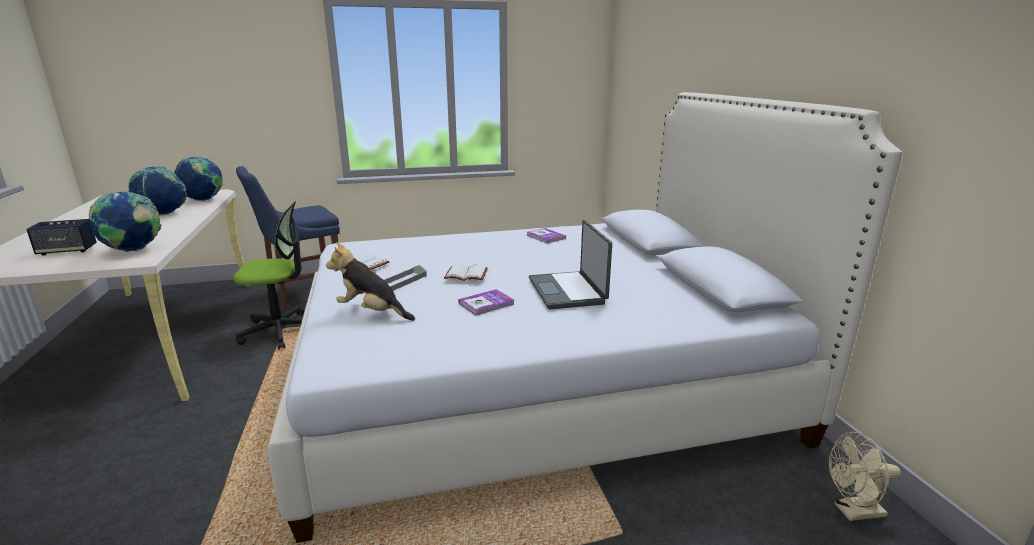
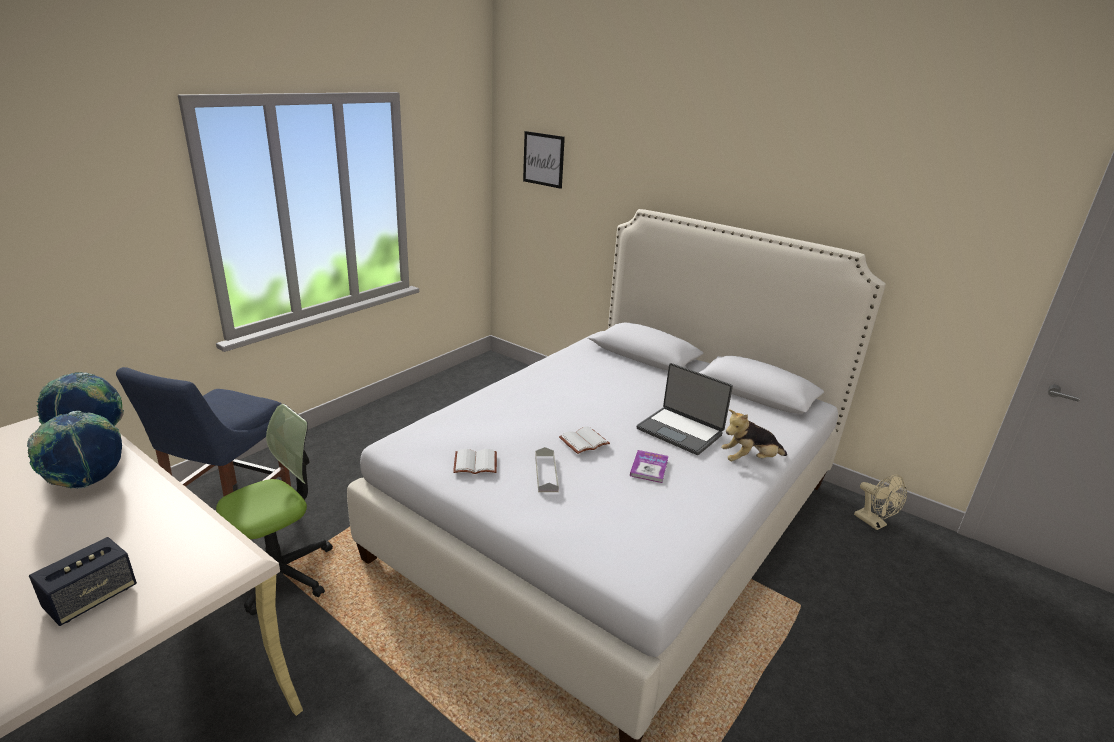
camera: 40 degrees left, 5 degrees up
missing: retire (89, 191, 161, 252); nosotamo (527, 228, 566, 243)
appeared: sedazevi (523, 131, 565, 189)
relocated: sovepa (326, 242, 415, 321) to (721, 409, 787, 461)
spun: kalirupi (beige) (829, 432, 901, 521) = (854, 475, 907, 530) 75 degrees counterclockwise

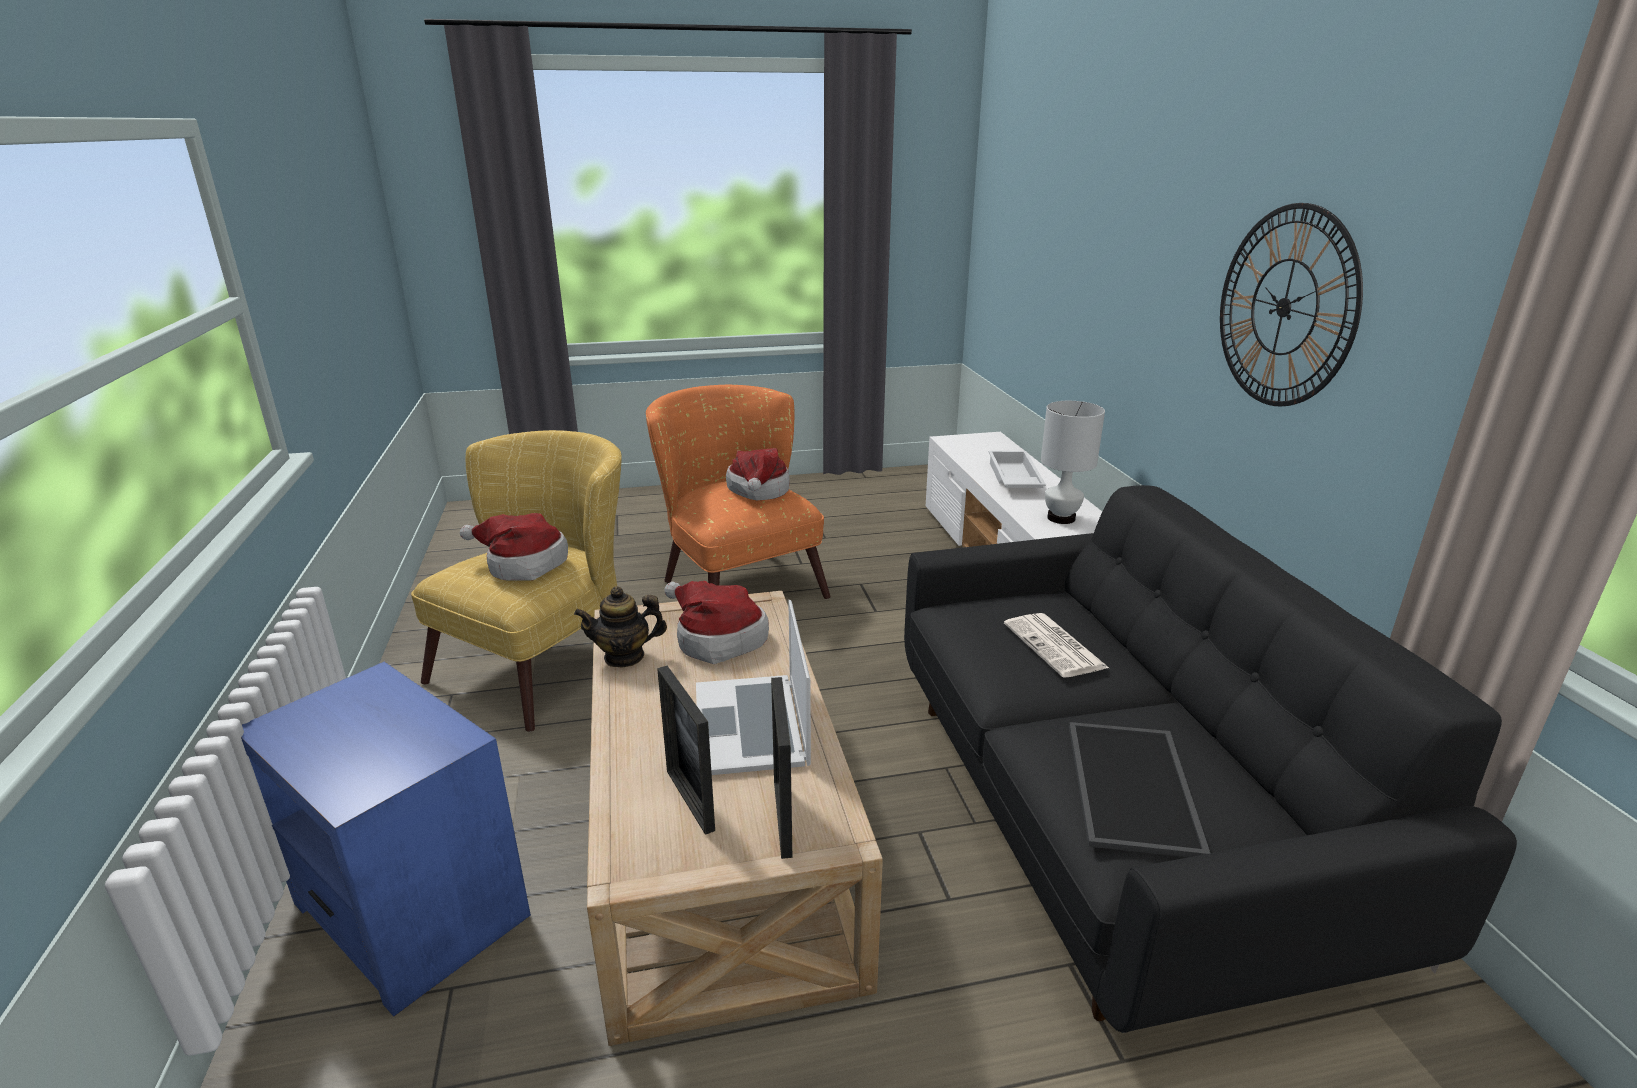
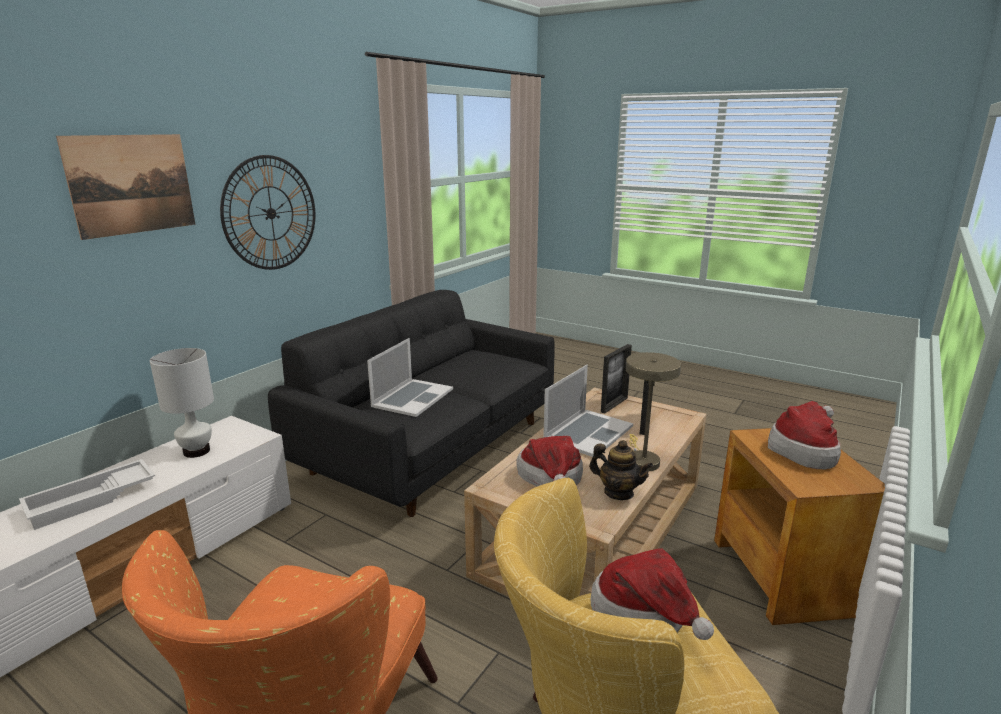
camera: 135 degrees left, 5 degrees down
missing: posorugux (1069, 722, 1210, 857)
appeared: sedazevi (56, 134, 195, 240); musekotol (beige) (626, 352, 681, 471)
relocated: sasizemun (726, 448, 790, 500) to (768, 401, 841, 470)
exchanged: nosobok (1004, 613, 1109, 678) to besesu (367, 338, 453, 417)
colour: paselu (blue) (241, 662, 531, 1017) to paselu (brown) (714, 428, 885, 625)

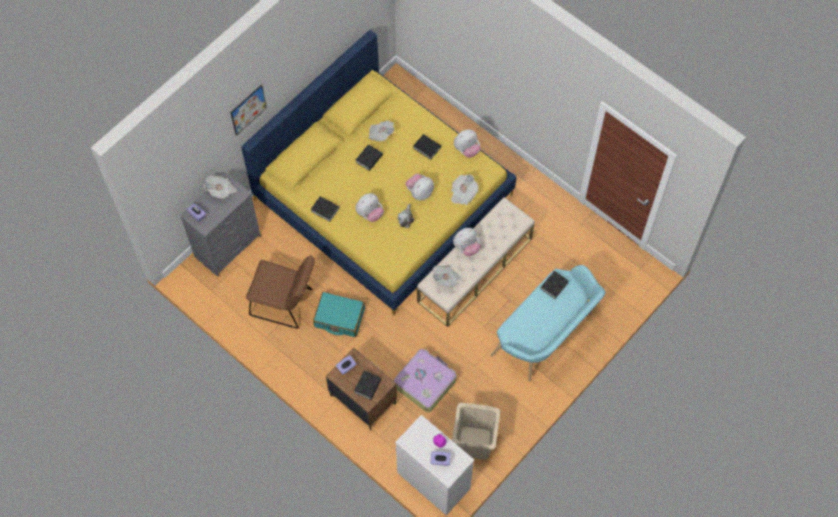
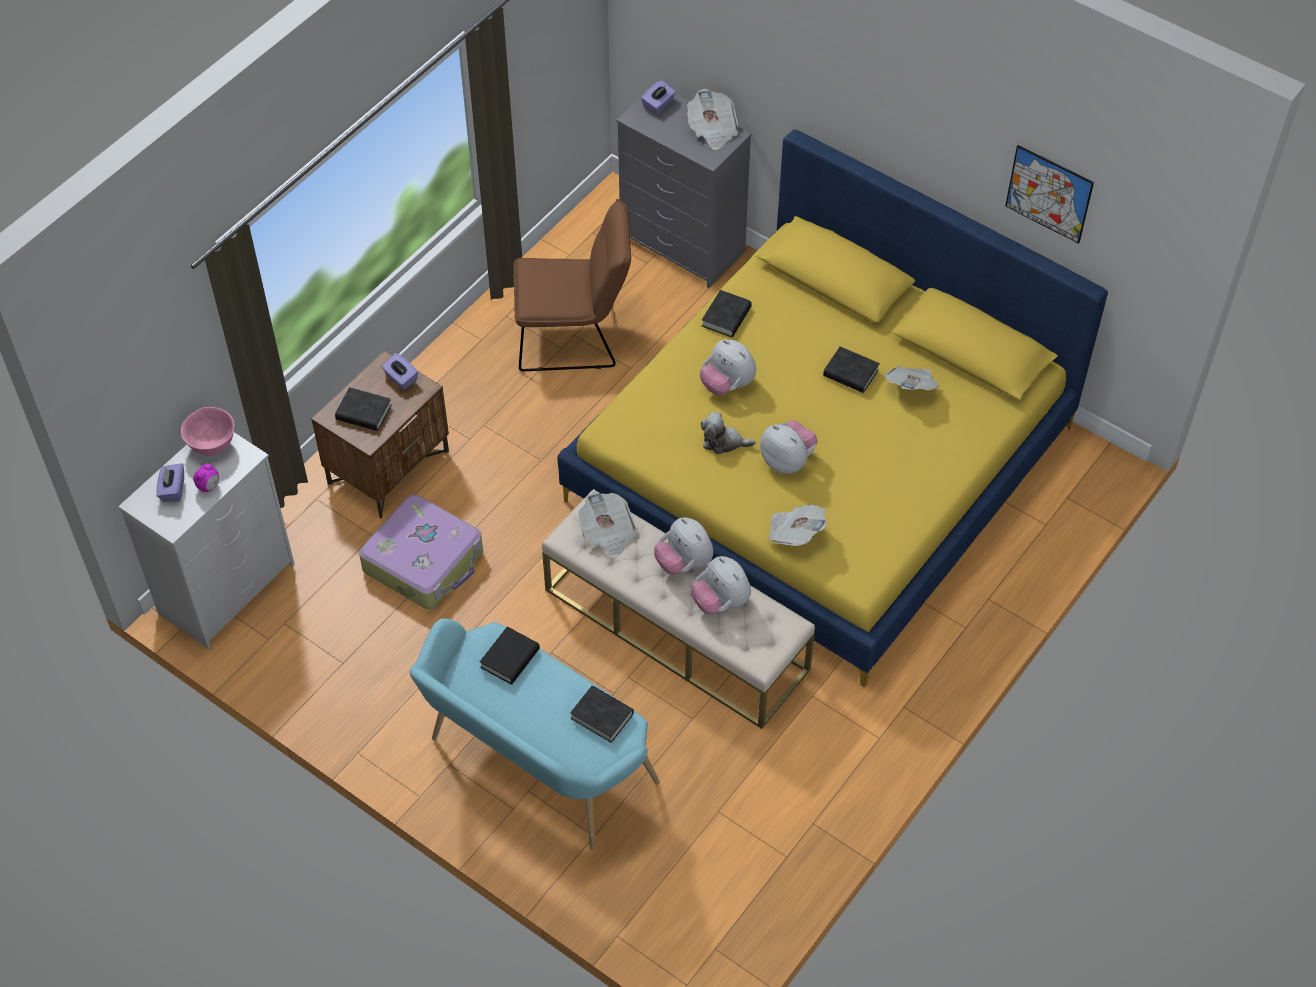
camera: 85 degrees right, 10 degrees down
missing: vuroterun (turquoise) (313, 292, 365, 337); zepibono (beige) (452, 403, 500, 460)
appeared: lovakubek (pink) (181, 407, 234, 456)
relocated: nosotamo (black) (413, 134, 441, 160) to (480, 626, 540, 685); sovepa (454, 130, 481, 158) to (691, 556, 751, 615); sedazevi (230, 85, 267, 136) to (1005, 145, 1094, 244)
spun: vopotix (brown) (246, 255, 315, 328) = (513, 199, 631, 371) 105 degrees counterclockwise

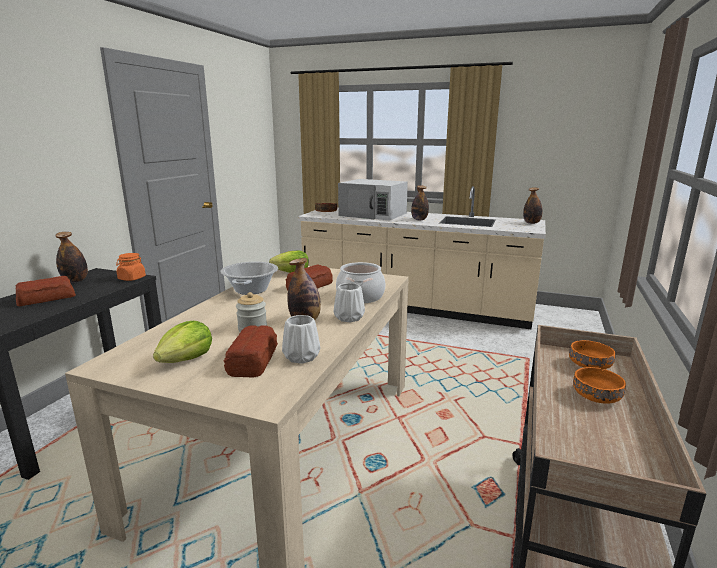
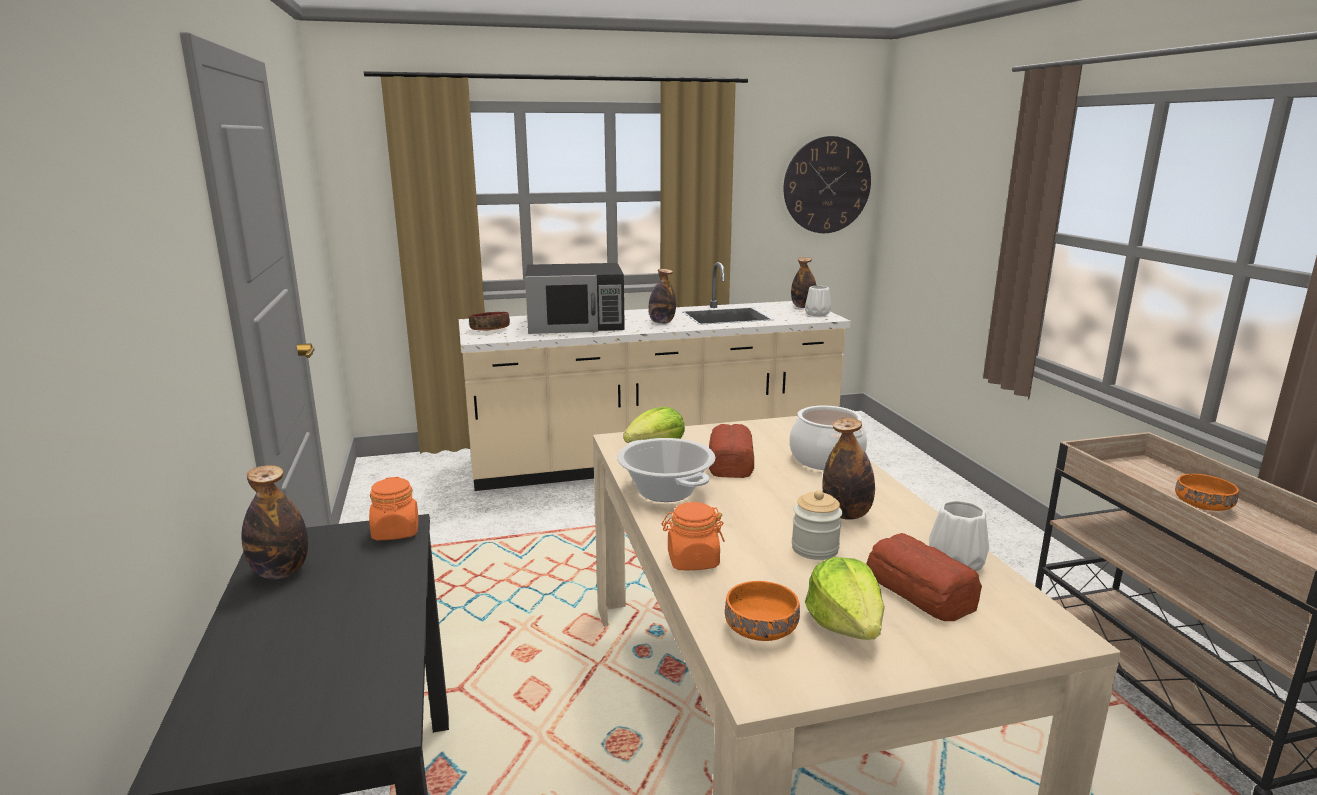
camera: 35 degrees left, 0 degrees up
missing: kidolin (16, 276, 76, 306)
appeared: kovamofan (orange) (662, 502, 725, 570); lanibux (783, 136, 871, 233)
relocated: lovakubek (orange) (569, 340, 615, 370) to (725, 581, 800, 641); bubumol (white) (334, 283, 365, 322) to (805, 286, 831, 316)
colour: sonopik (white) (338, 179, 408, 220) to sonopik (black) (525, 263, 625, 334)

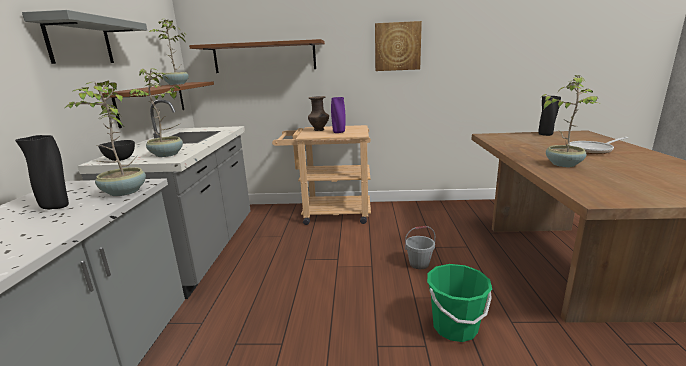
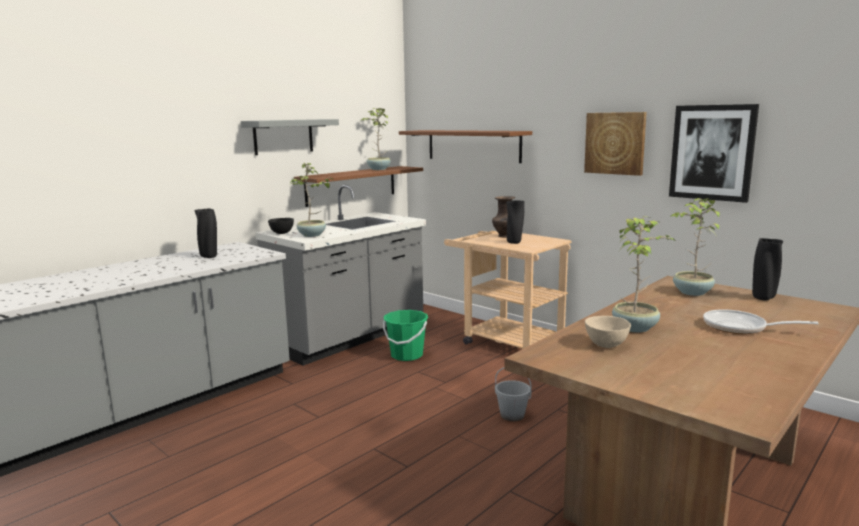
camera: 40 degrees right, 5 degrees down
appeared: lovakubek (beige) (585, 316, 631, 348); sedazevi (669, 104, 759, 203)
relocated: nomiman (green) (427, 264, 492, 342) to (383, 310, 428, 361); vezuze (65, 81, 146, 196) to (671, 198, 720, 296)
colour: bubumol (purple) (331, 97, 346, 133) to bubumol (black) (506, 200, 525, 244)

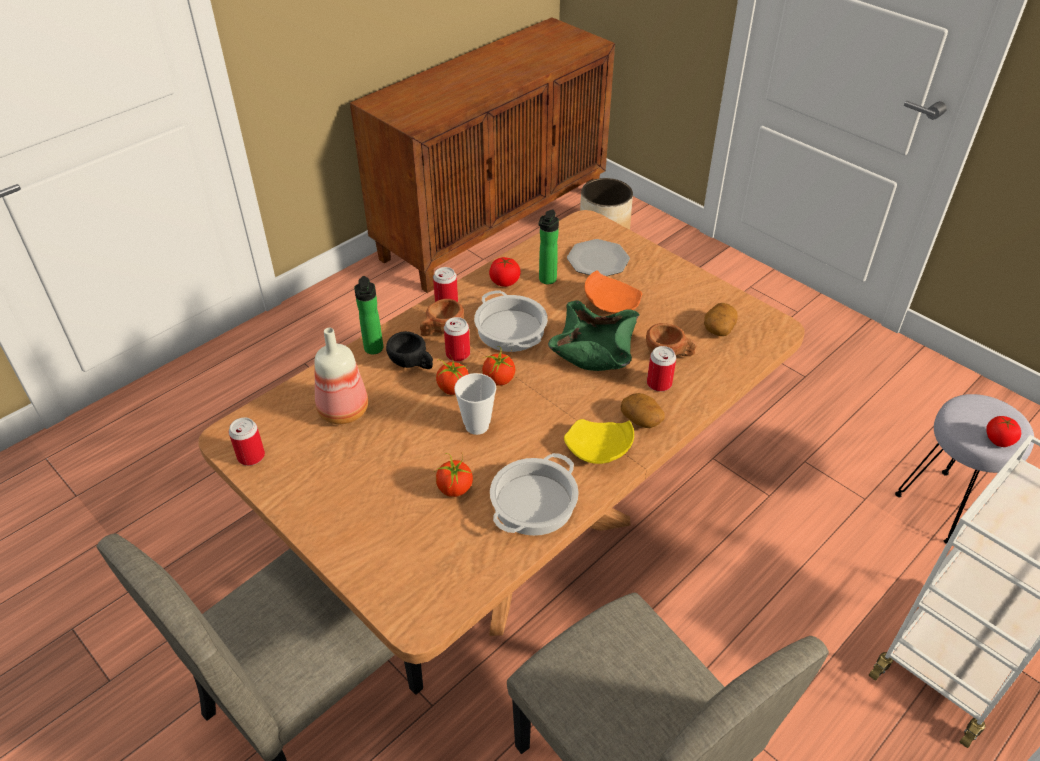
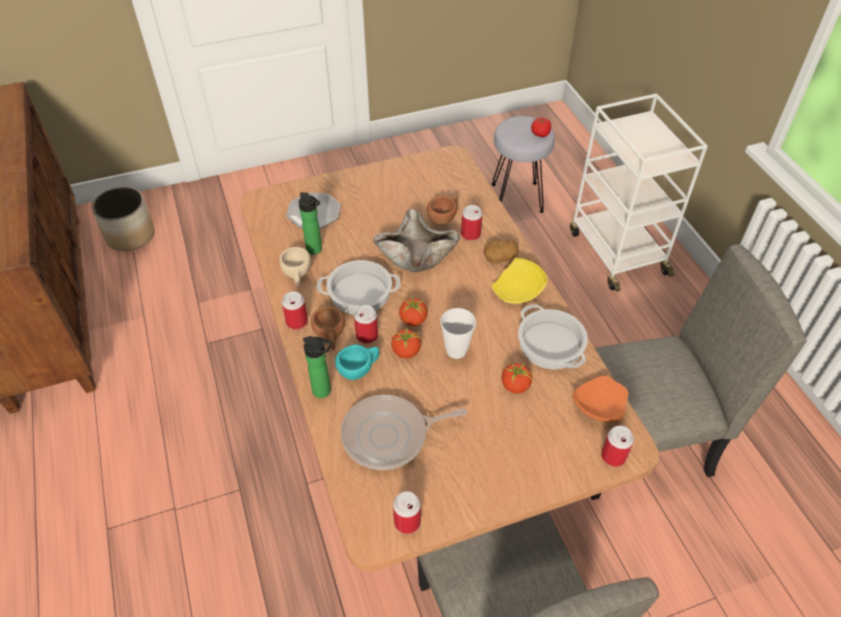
camera: 65 degrees left, 5 degrees up
missing: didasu (704, 303, 738, 336)
appeared: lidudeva (601, 426, 634, 467)
relocated: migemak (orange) (585, 270, 642, 314) to (572, 376, 629, 422)
exchanged: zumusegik (489, 257, 520, 287) to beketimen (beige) (279, 247, 311, 287); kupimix (314, 328, 368, 424) to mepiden (341, 395, 467, 470)
colour: beketimen (black) (386, 331, 433, 369) to beketimen (turquoise) (335, 344, 379, 380); lovakubek (green) (548, 300, 639, 371) to lovakubek (beige) (373, 209, 460, 272)

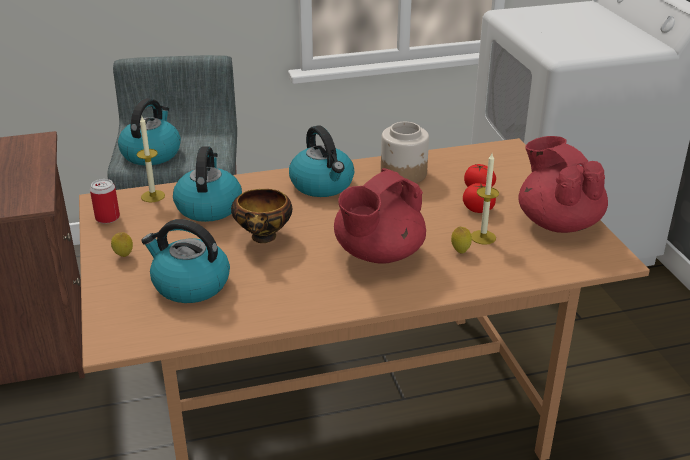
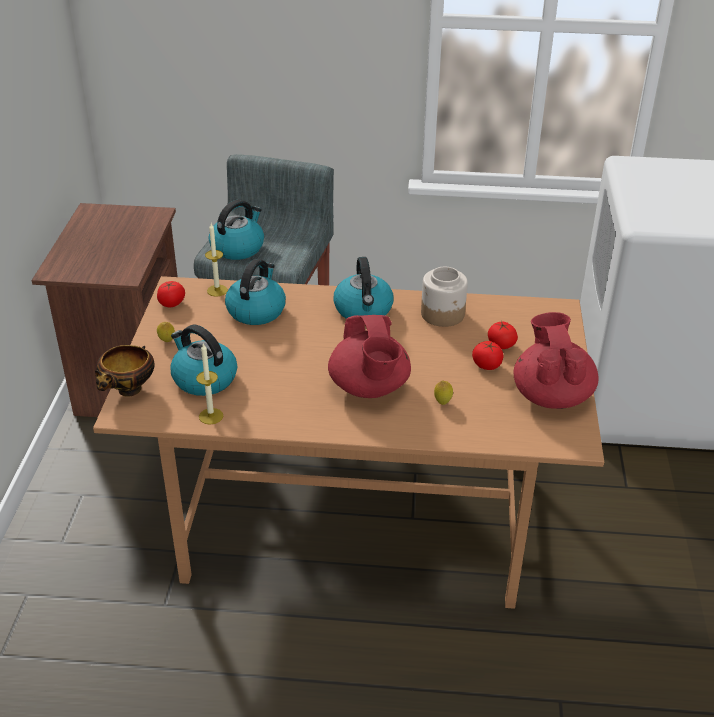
camera: 20 degrees right, 5 degrees up
relocated: lovakubek (231, 189, 292, 243) to (95, 345, 155, 397); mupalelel (471, 153, 499, 245) to (196, 343, 223, 425)
exchanged: lidudeva (90, 179, 120, 224) to zumusegik (157, 281, 185, 307)
spun: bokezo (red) (334, 168, 426, 264) = (328, 315, 411, 398) 75 degrees counterclockwise

